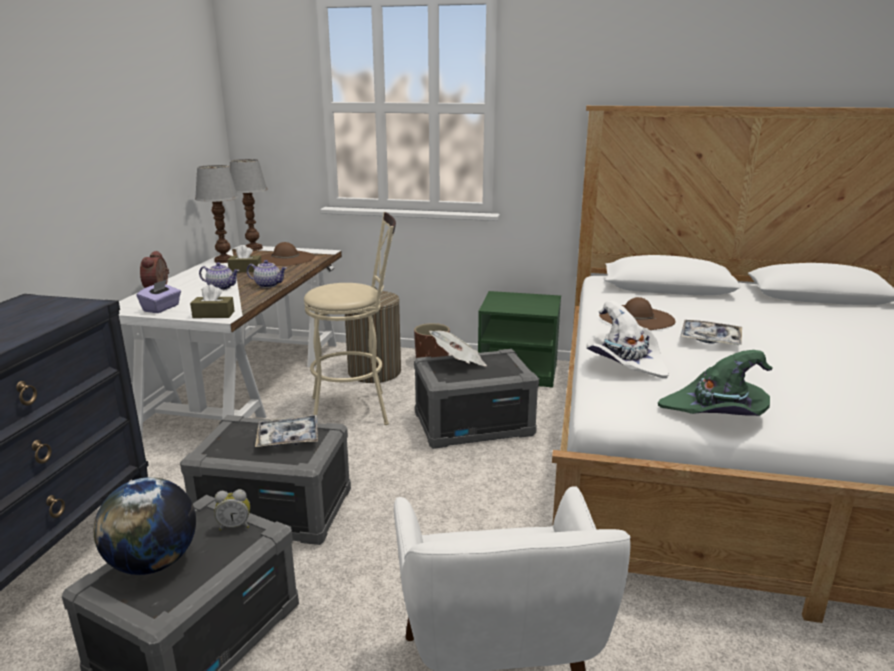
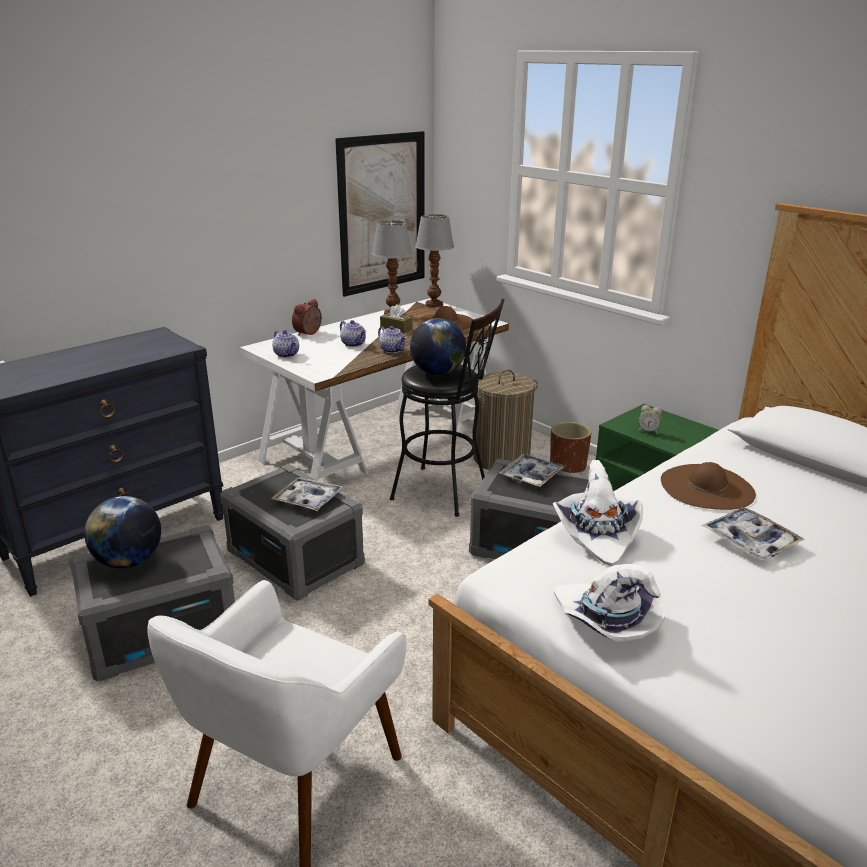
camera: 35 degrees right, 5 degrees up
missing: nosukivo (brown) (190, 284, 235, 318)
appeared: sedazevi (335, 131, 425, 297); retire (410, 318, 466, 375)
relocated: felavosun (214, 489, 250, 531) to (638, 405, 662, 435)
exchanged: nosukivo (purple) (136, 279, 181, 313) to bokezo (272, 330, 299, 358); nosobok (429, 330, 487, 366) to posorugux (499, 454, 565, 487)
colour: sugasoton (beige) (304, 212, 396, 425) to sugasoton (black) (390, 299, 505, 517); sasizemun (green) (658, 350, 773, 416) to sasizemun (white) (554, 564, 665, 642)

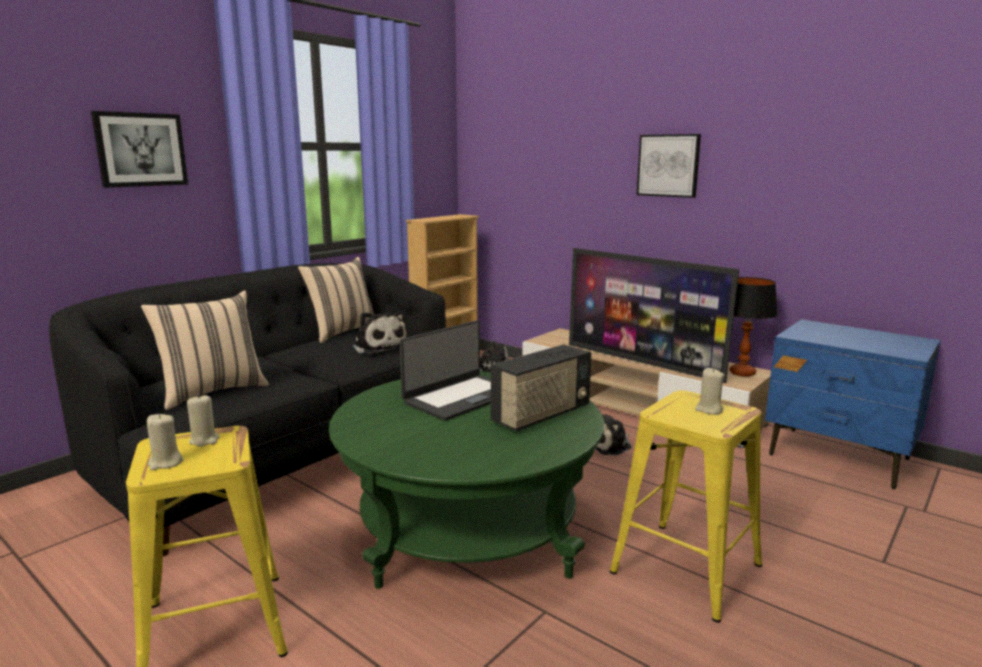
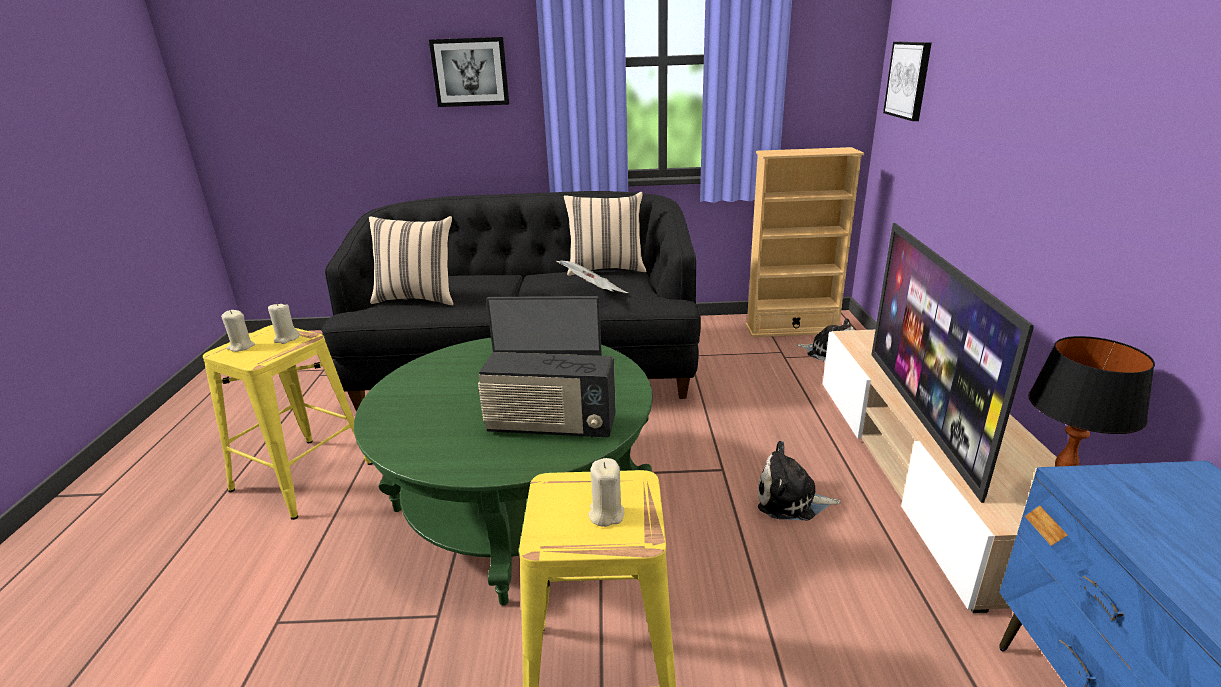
camera: 50 degrees right, 10 degrees up
relocated: sedazevi (636, 134, 701, 198) to (883, 42, 932, 121)
exchanged: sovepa (352, 311, 407, 355) to nosobok (556, 261, 629, 293)

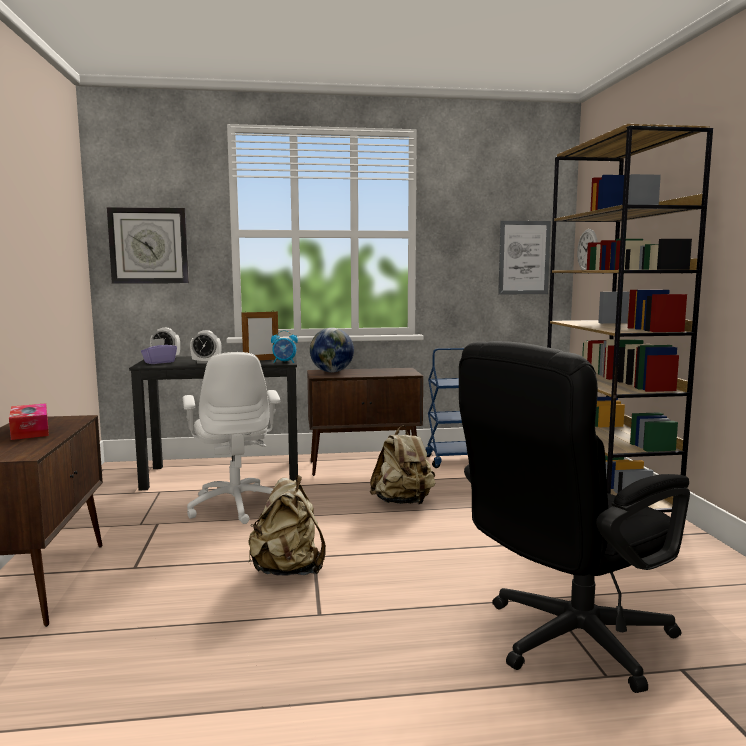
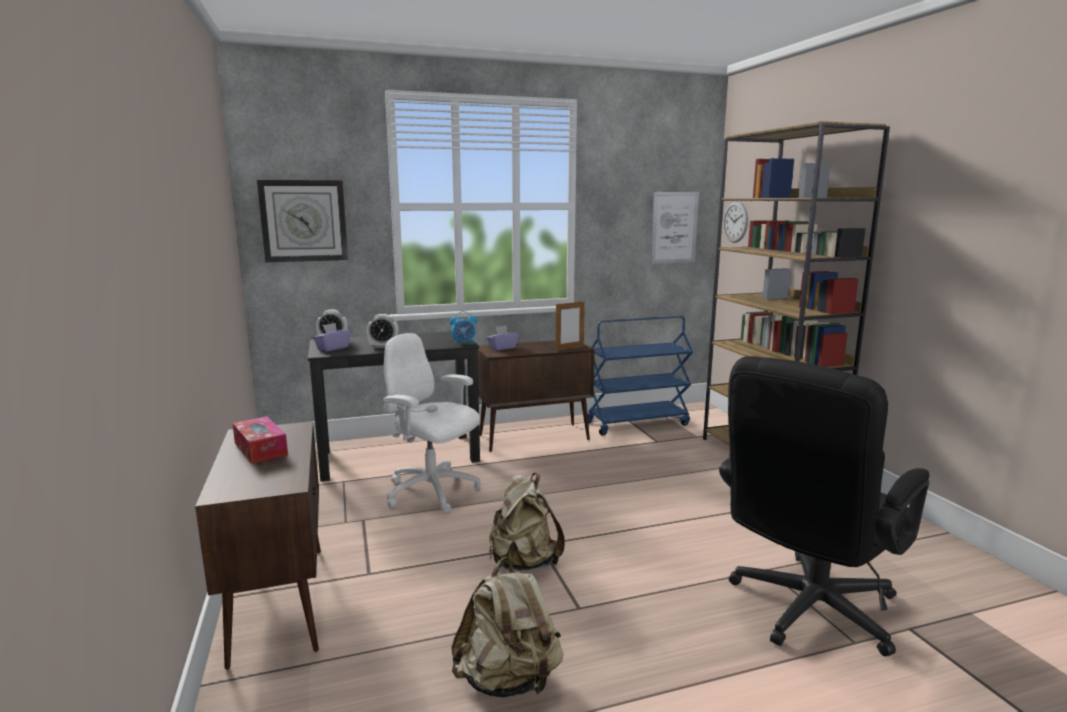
camera: 10 degrees left, 5 degrees up
relocated: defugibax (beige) (370, 425, 436, 504) to (451, 557, 564, 698); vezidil (241, 310, 278, 360) to (556, 301, 585, 350)
exchanged: retire (310, 328, 354, 373) to nosukivo (purple) (487, 325, 519, 351)
spun: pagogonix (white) (183, 352, 280, 524) = (383, 333, 481, 513) 150 degrees clockwise

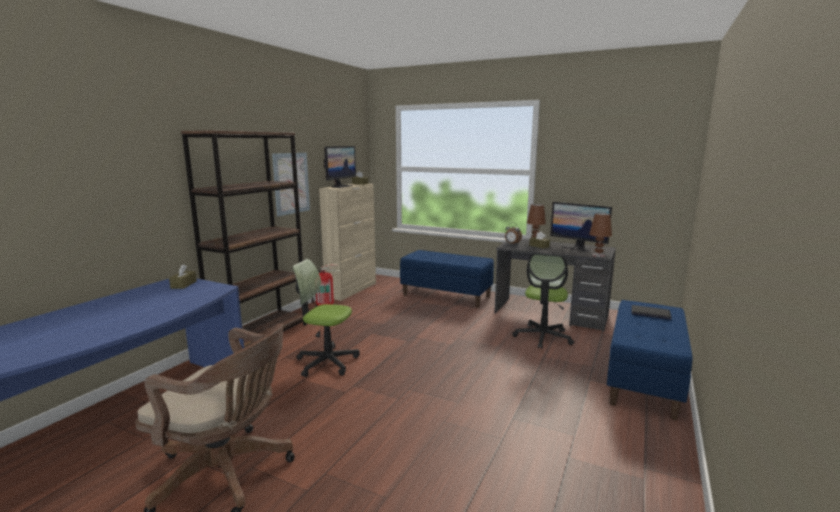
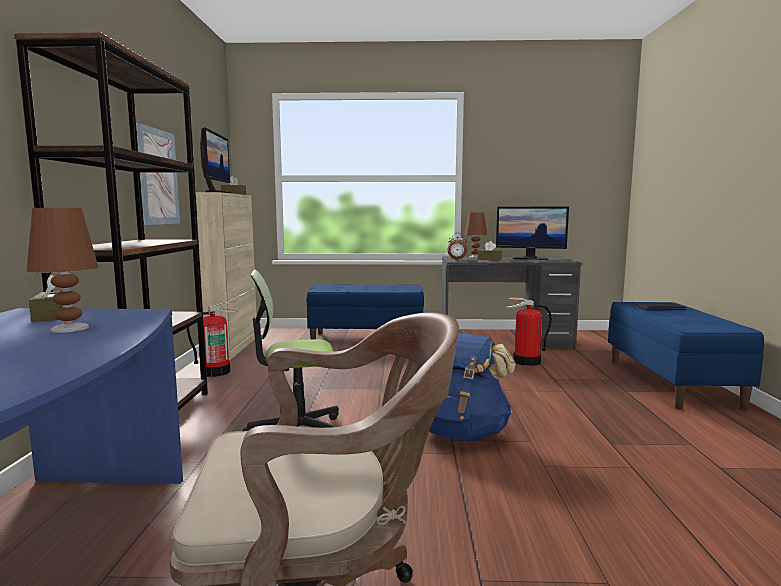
camera: 25 degrees left, 5 degrees down
appeared: defugibax (blue) (429, 333, 516, 441)
relocated: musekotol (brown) (589, 213, 612, 257) to (27, 208, 99, 333)
exchanged: pagogonix (512, 253, 574, 349) to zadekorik (506, 298, 552, 366)

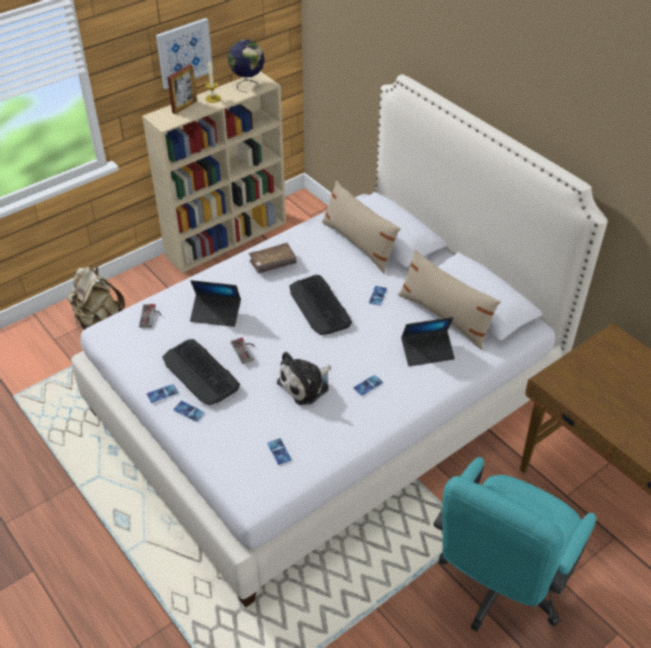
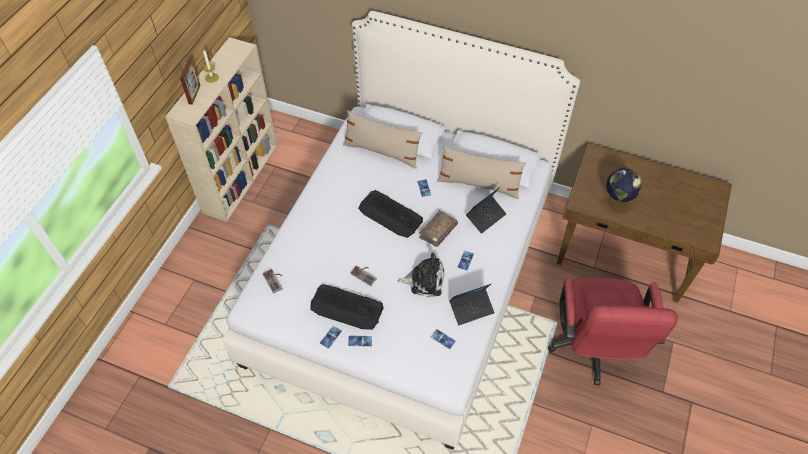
camera: 30 degrees left, 10 degrees up
missing: defugibax (beige) (68, 265, 125, 329); sedazevi (156, 18, 213, 90)
relocated: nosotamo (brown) (248, 243, 297, 274) to (419, 210, 458, 247); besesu (190, 280, 241, 327) to (449, 284, 495, 325); retire (228, 40, 265, 92) to (606, 168, 642, 212)
colour: pagogonix (turquoise) (433, 457, 596, 632) to pagogonix (red) (548, 277, 678, 385)
spun: sovepa (277, 352, 331, 405) = (398, 253, 444, 297) 105 degrees counterclockwise

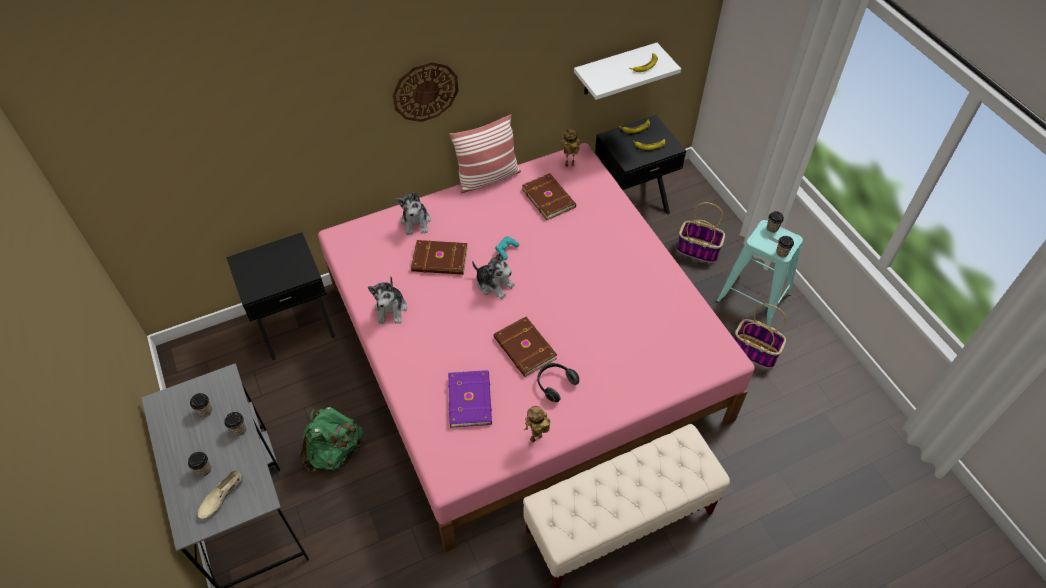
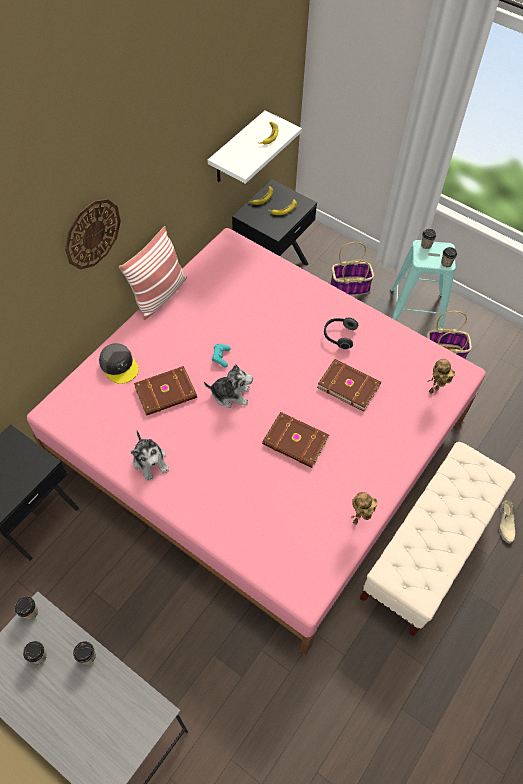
camera: 30 degrees left, 5 degrees up
missing: defugibax (green) (299, 407, 363, 472); nosotamo (purple) (448, 370, 492, 428)
relocated: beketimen (188, 452, 211, 476) to (15, 597, 38, 620); nosotamo (brown) (522, 173, 576, 220) to (317, 359, 381, 411); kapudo (537, 363, 579, 402) to (324, 318, 358, 349); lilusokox (561, 129, 580, 167) to (428, 359, 455, 394); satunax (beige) (197, 470, 244, 521) to (499, 500, 515, 543)
exchanged: sovepa (396, 192, 431, 235) to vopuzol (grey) (99, 343, 139, 384)

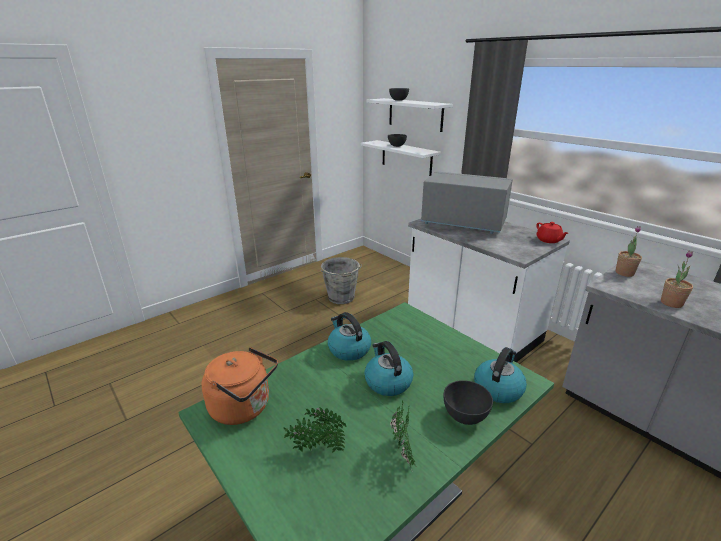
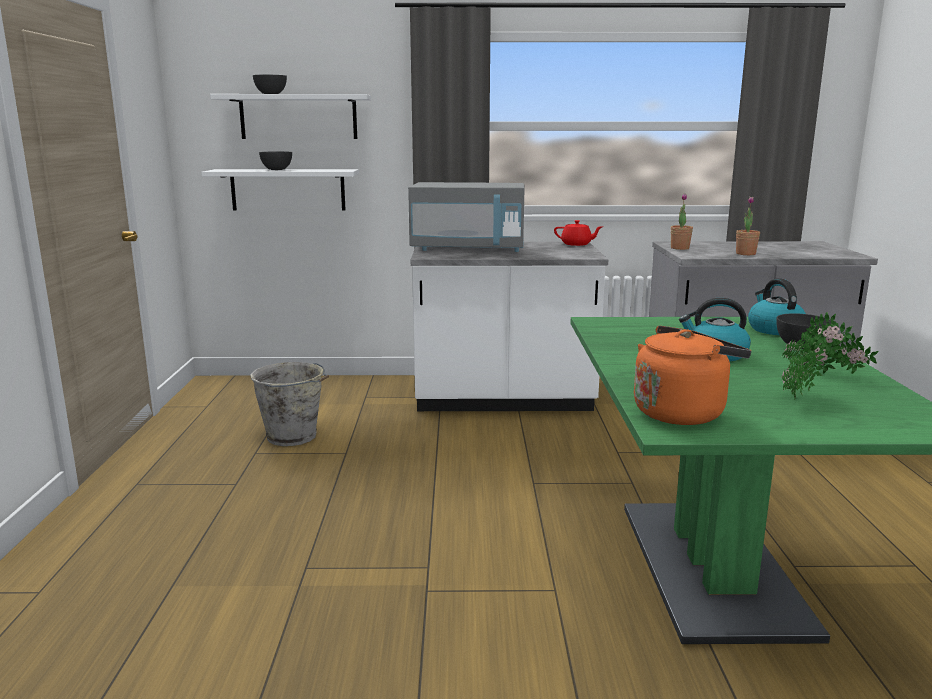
camera: 50 degrees left, 10 degrees down
missing: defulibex (328, 312, 371, 361)
spun: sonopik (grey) (421, 171, 513, 234) = (408, 182, 525, 252) 150 degrees counterclockwise

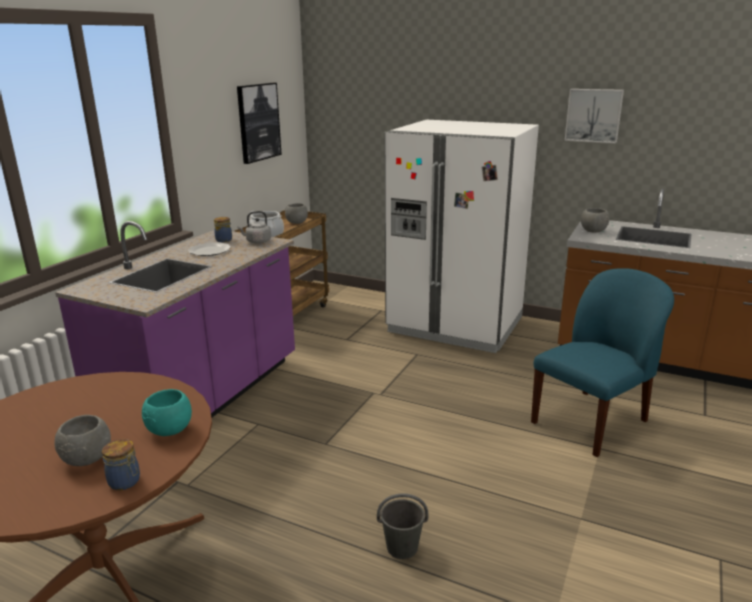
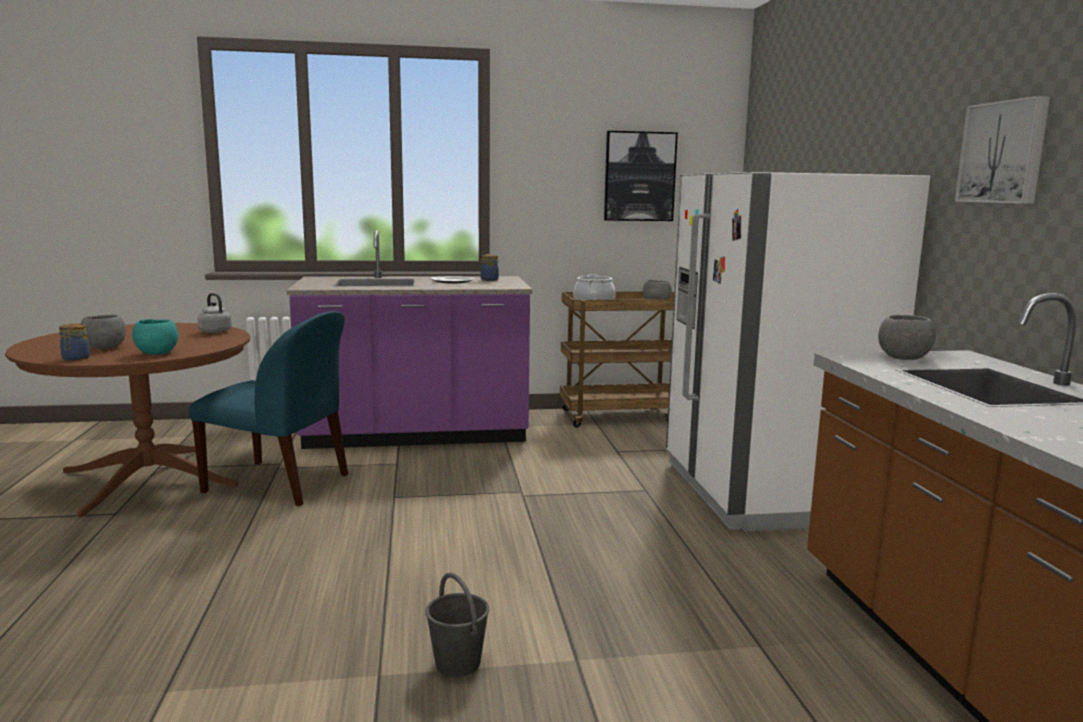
camera: 55 degrees right, 10 degrees down
relocated: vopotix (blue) (531, 268, 674, 457) to (189, 311, 348, 506); defulibex (grey) (237, 211, 271, 244) to (197, 293, 232, 333); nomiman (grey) (377, 493, 428, 559) to (426, 572, 489, 677)

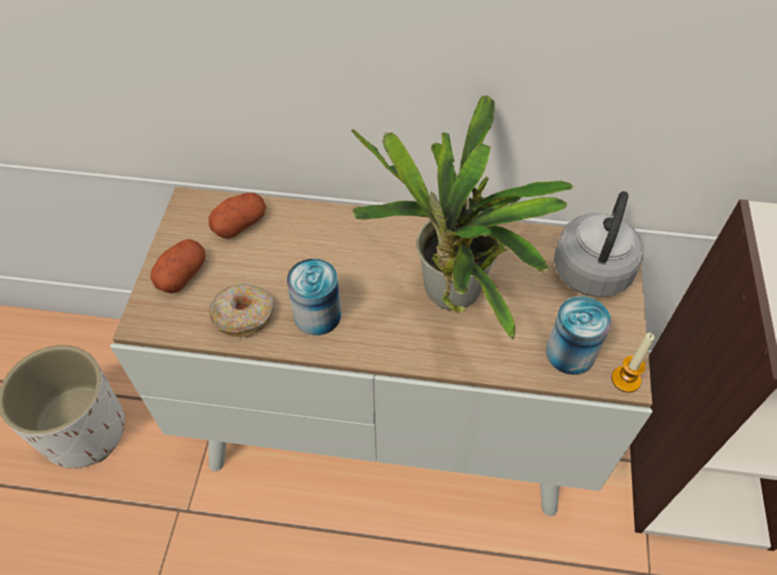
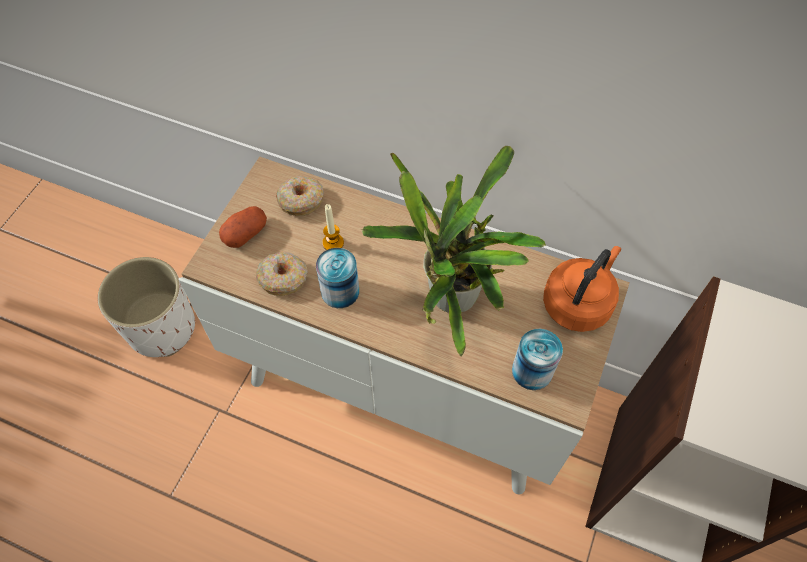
camera: 15 degrees right, 5 degrees up
relocated: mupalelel (611, 333, 655, 393) to (322, 204, 344, 250)
exchanged: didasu (209, 193, 266, 238) to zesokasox (276, 176, 324, 216)
colour: defulibex (grey) (554, 191, 644, 297) to defulibex (orange) (543, 246, 621, 332)

